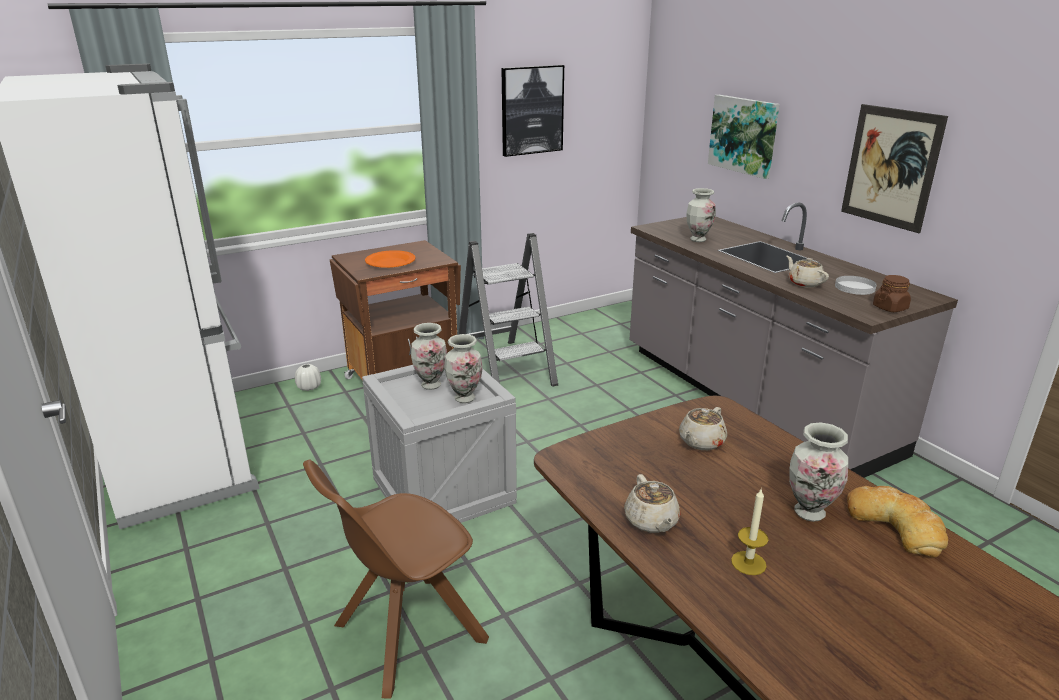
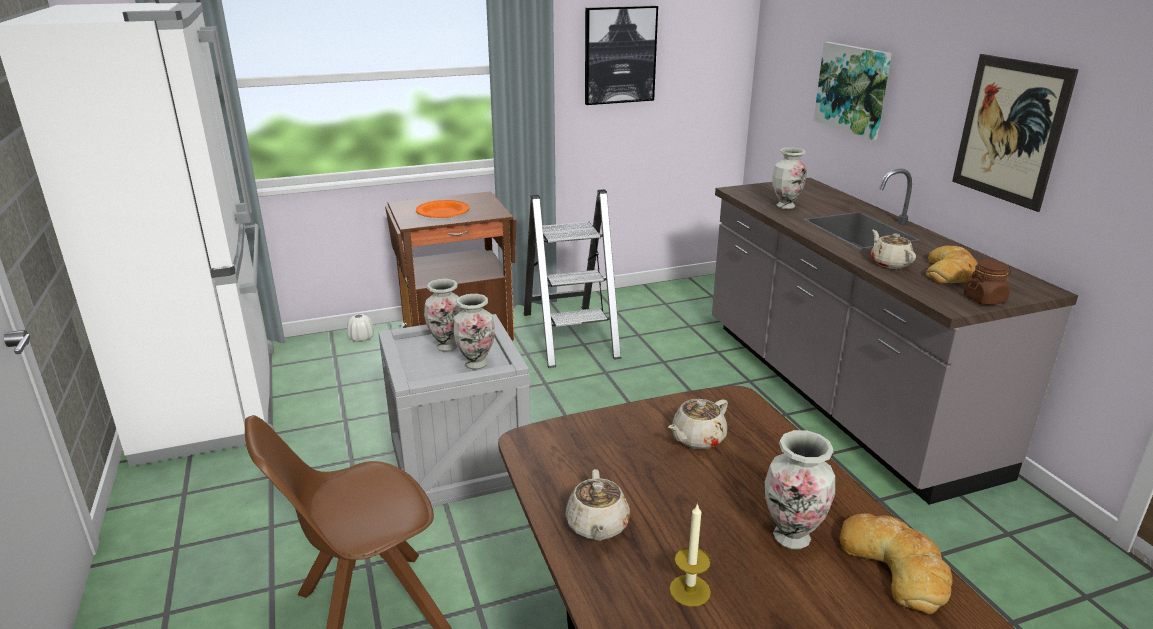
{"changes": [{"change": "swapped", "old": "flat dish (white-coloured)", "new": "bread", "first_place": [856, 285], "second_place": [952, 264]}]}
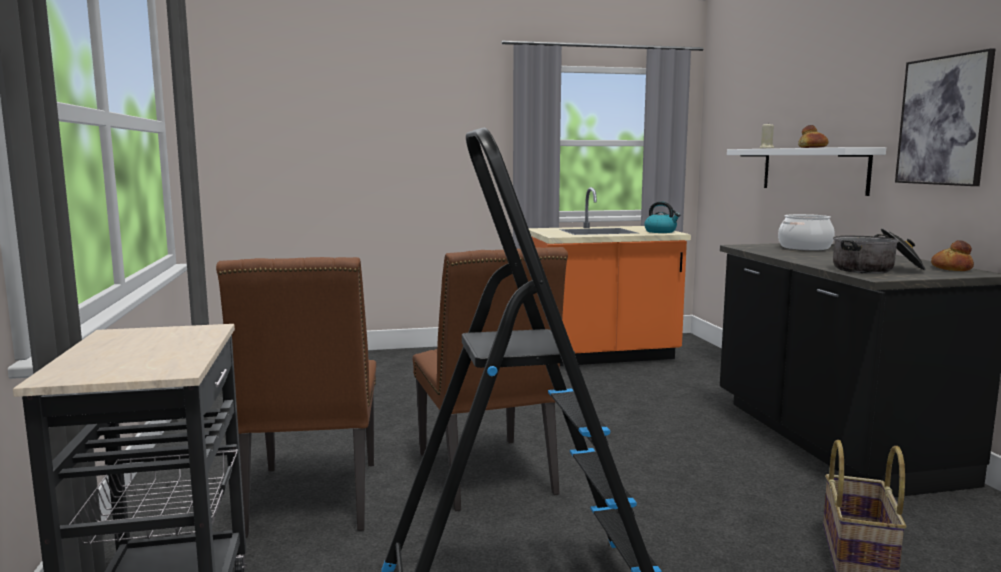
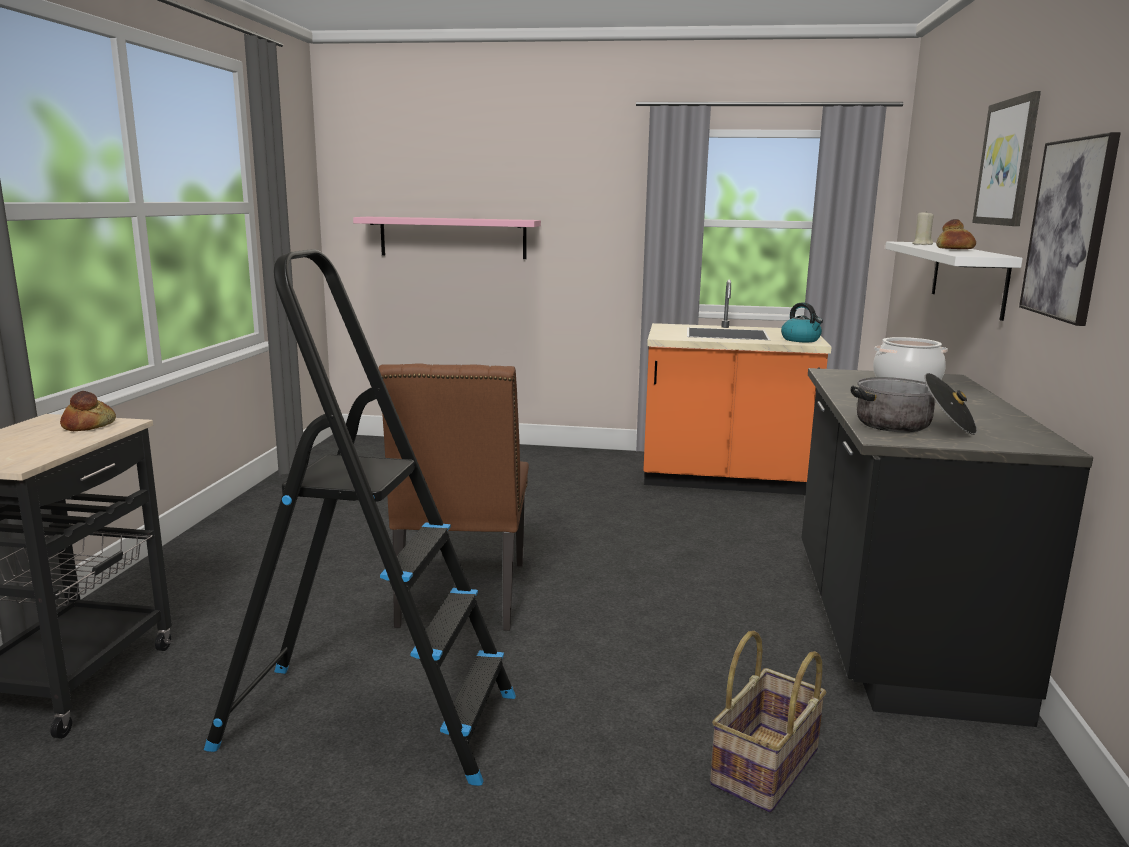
{"changes": [{"change": "shifted", "old": "bread", "first_place": [952, 255], "second_place": [88, 411]}, {"change": "new", "new": "shelf (pinkish)", "second_place": [447, 238]}, {"change": "new", "new": "picture", "second_place": [1006, 158]}, {"change": "gone", "old": "plain chair (brownish)", "first_place": [296, 397]}]}
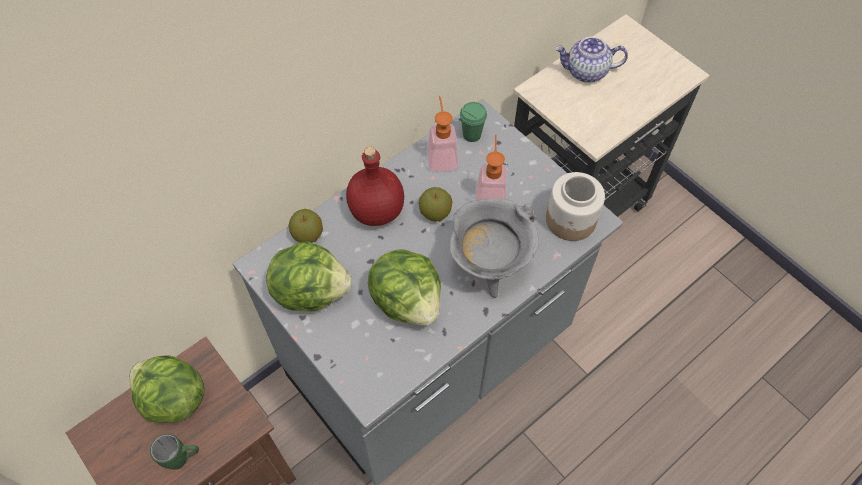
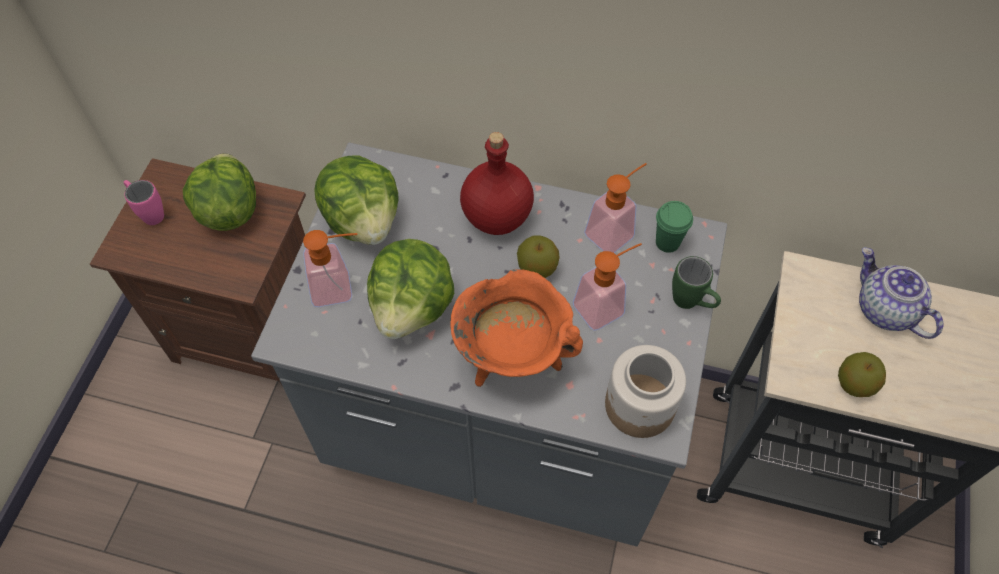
{"changes": [{"change": "new", "new": "coffee mug (pinkish)", "second_place": [144, 202]}, {"change": "new", "new": "liquid soap bottle", "second_place": [330, 268]}, {"change": "repainted", "old": "saucepot (gray)", "new": "saucepot (orange)", "first_place": [494, 248], "second_place": [516, 328]}, {"change": "shifted", "old": "coffee mug (green)", "first_place": [174, 452], "second_place": [696, 282]}, {"change": "shifted", "old": "apple fruit", "first_place": [305, 226], "second_place": [862, 374]}]}
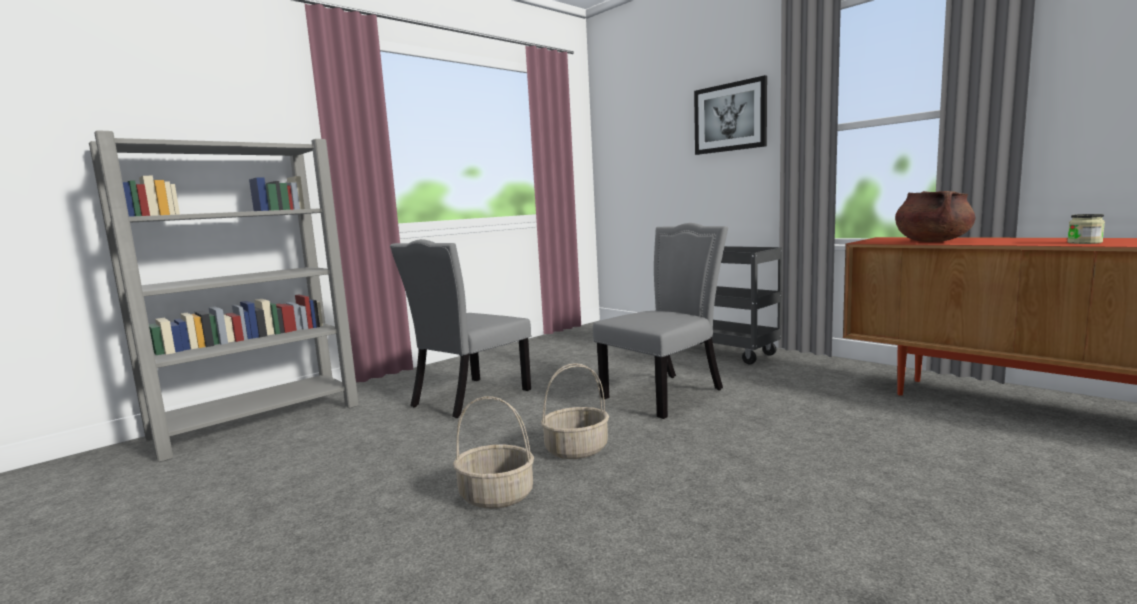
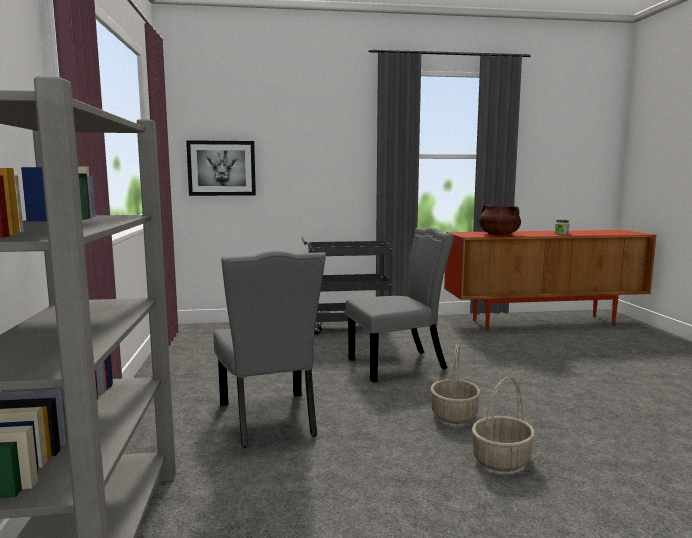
{"changes": [{"change": "shifted", "old": "picture", "first_place": [730, 115], "second_place": [221, 168]}, {"change": "rotated", "old": "plain chair (gray)", "first_place": [660, 321], "second_place": [399, 305], "degrees": 75}]}
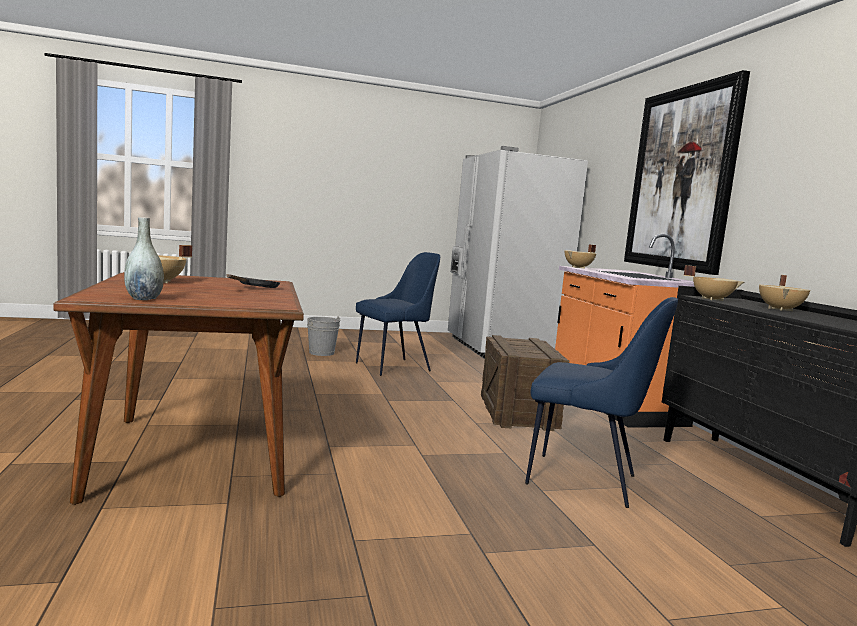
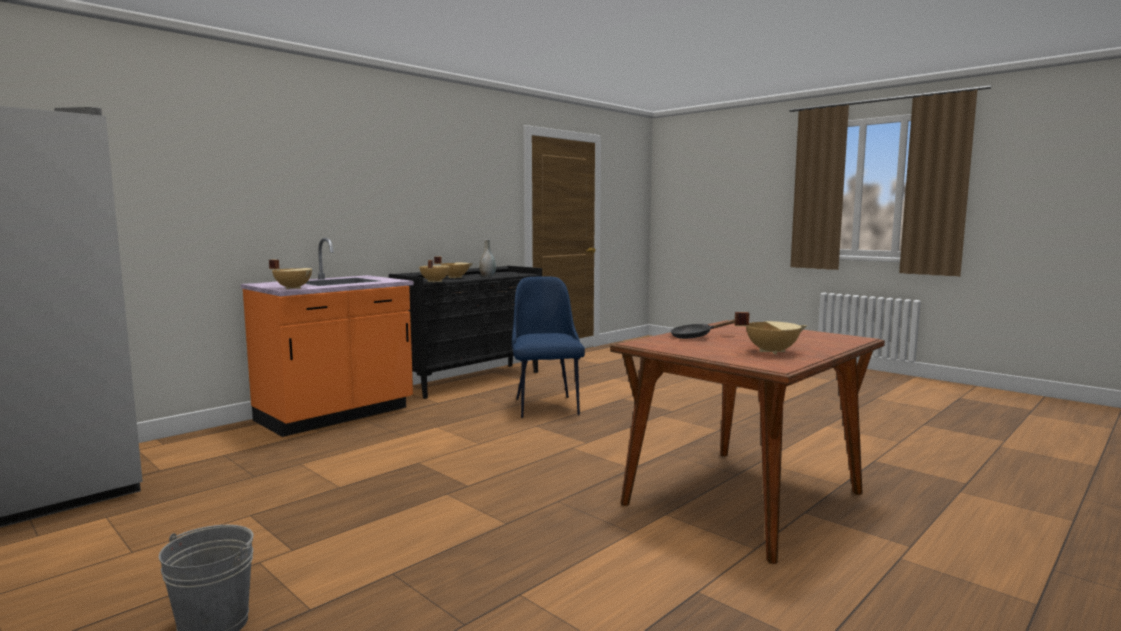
{"changes": [{"change": "shifted", "old": "flower vase (gray)", "first_place": [144, 258], "second_place": [487, 258]}, {"change": "gone", "old": "plain chair (blue)", "first_place": [398, 314]}, {"change": "gone", "old": "packing crate", "first_place": [525, 383]}, {"change": "gone", "old": "picture", "first_place": [687, 172]}]}
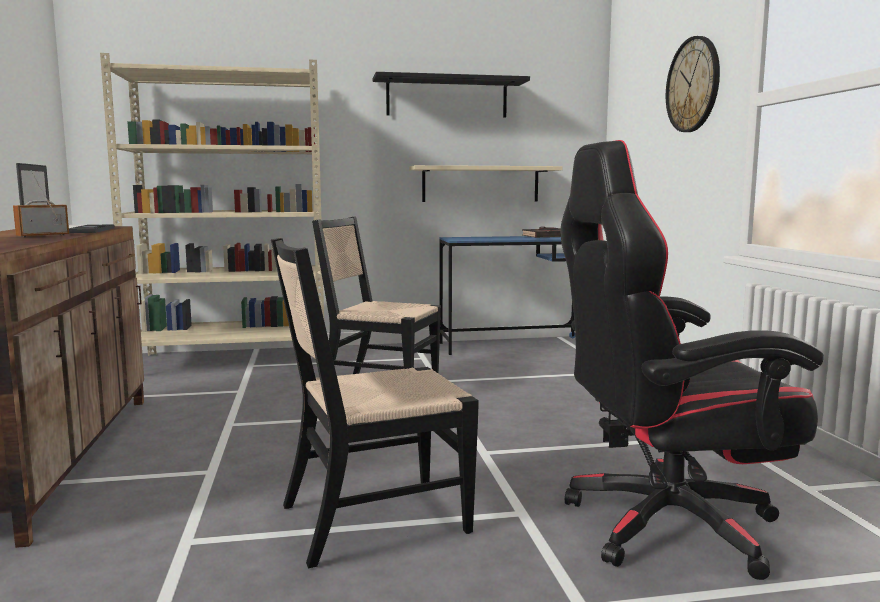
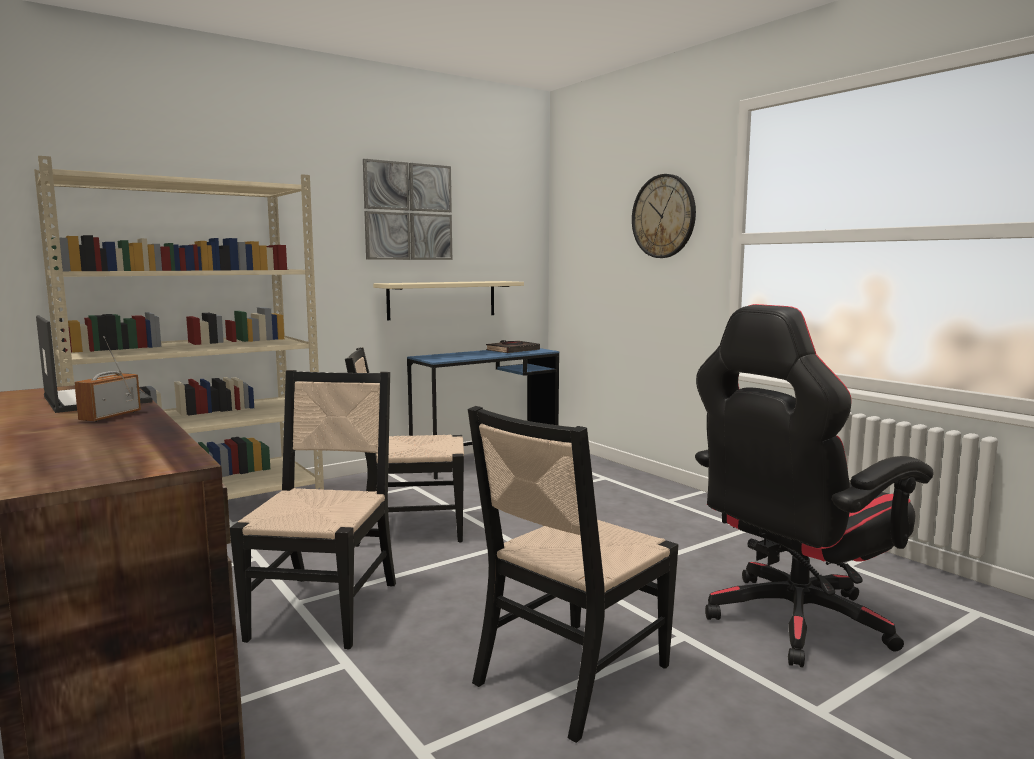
{"changes": [{"change": "new", "new": "plain chair", "second_place": [313, 509]}, {"change": "swapped", "old": "shelf (blackish)", "new": "picture", "first_place": [451, 95], "second_place": [407, 209]}]}
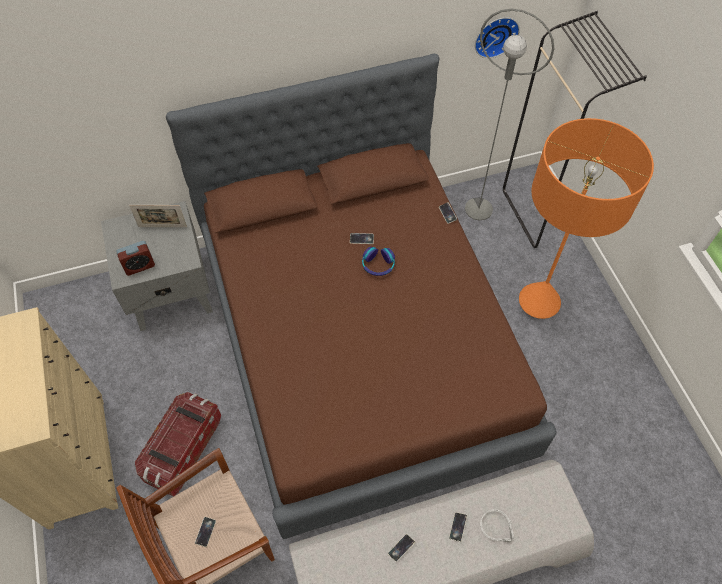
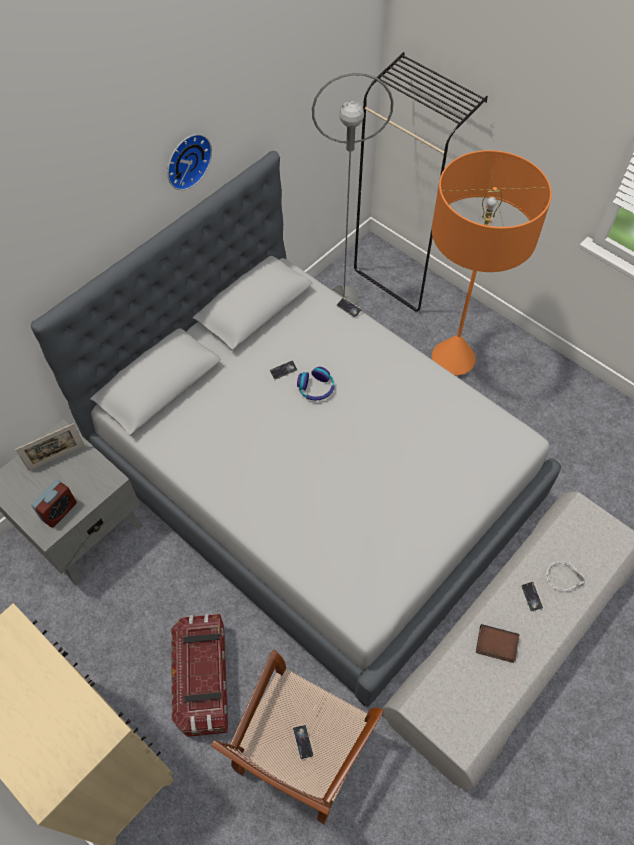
{"changes": [{"change": "repainted", "old": "bed (brownish)", "new": "bed (gray)", "first_place": [361, 296], "second_place": [296, 429]}, {"change": "shifted", "old": "wall clock", "first_place": [497, 37], "second_place": [189, 162]}, {"change": "swapped", "old": "handset", "new": "volume", "first_place": [401, 548], "second_place": [497, 643]}]}
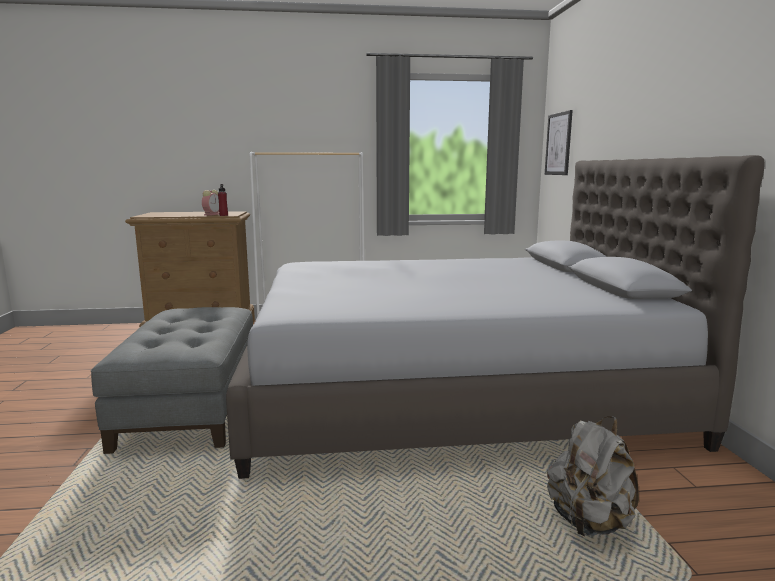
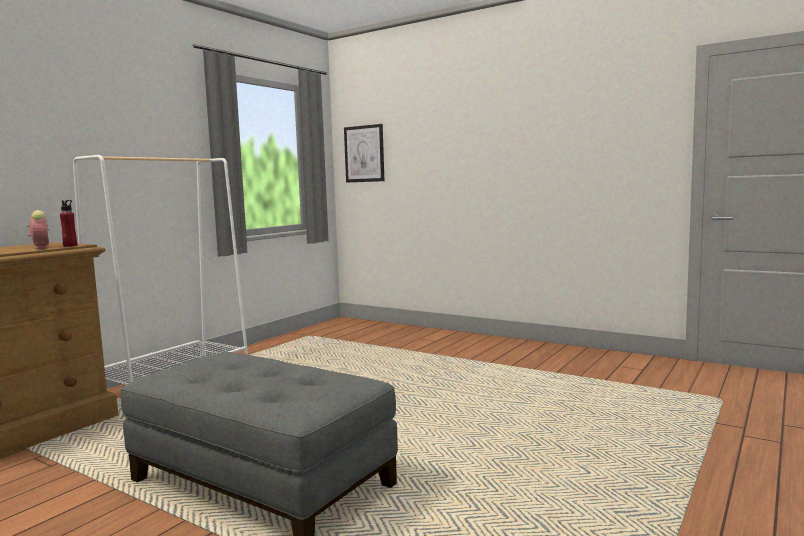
{"changes": [{"change": "gone", "old": "bed (gray)", "first_place": [495, 317]}, {"change": "gone", "old": "knapsack (gray)", "first_place": [593, 476]}]}
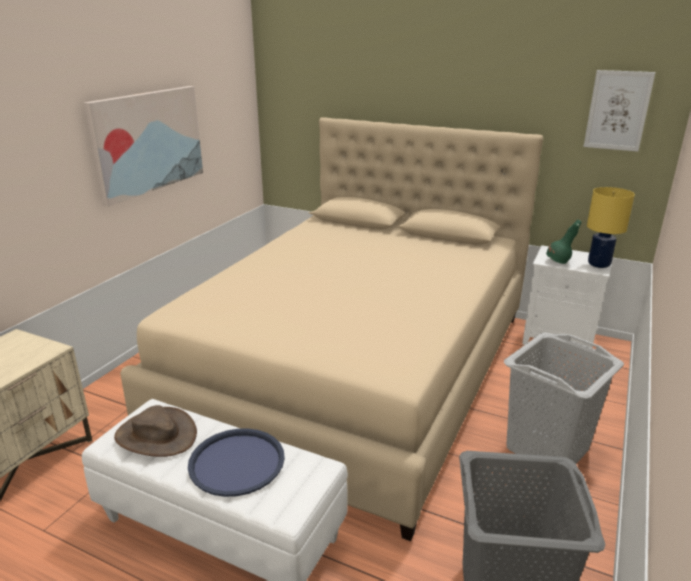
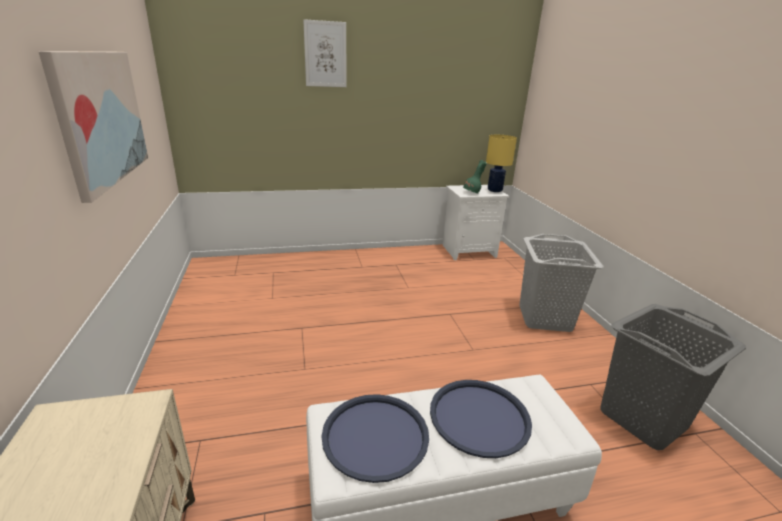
{"changes": [{"change": "shifted", "old": "picture", "first_place": [619, 111], "second_place": [324, 53]}, {"change": "swapped", "old": "clothing hat (brownish)", "new": "tray (blue)", "first_place": [155, 431], "second_place": [375, 438]}, {"change": "gone", "old": "bed (beige)", "first_place": [331, 329]}]}
